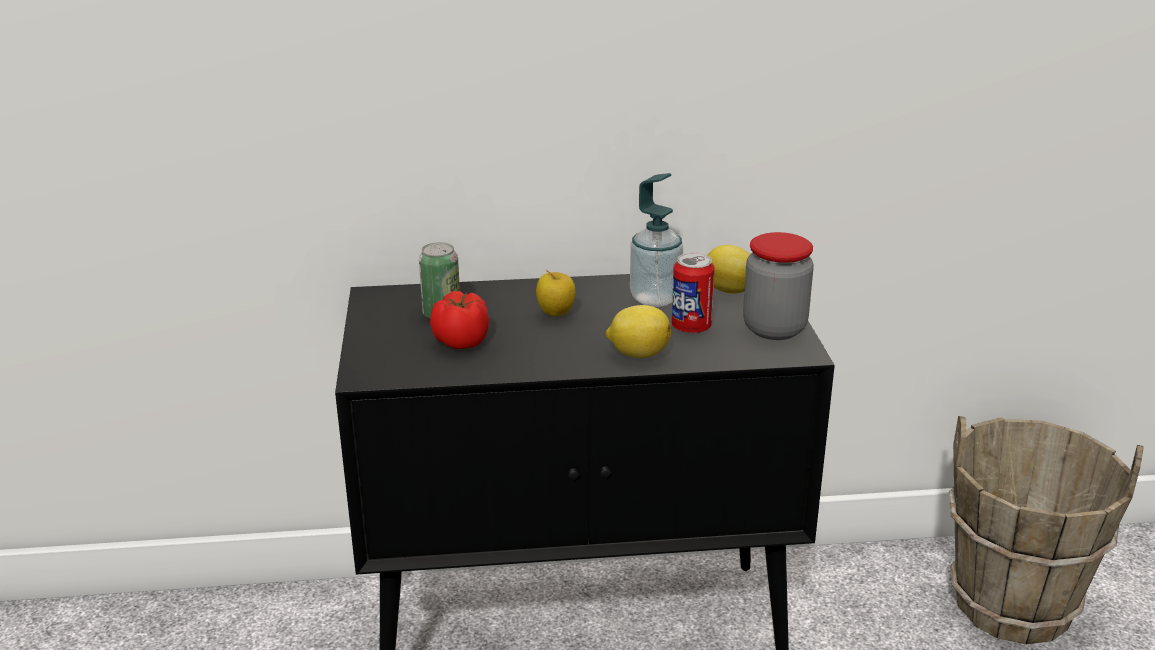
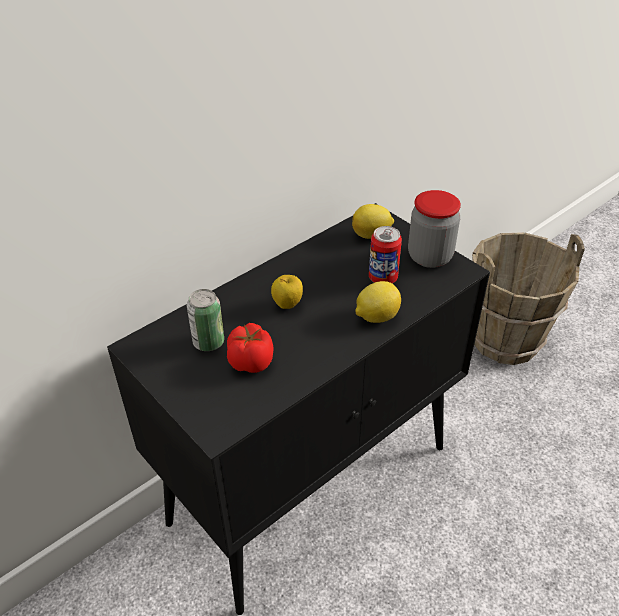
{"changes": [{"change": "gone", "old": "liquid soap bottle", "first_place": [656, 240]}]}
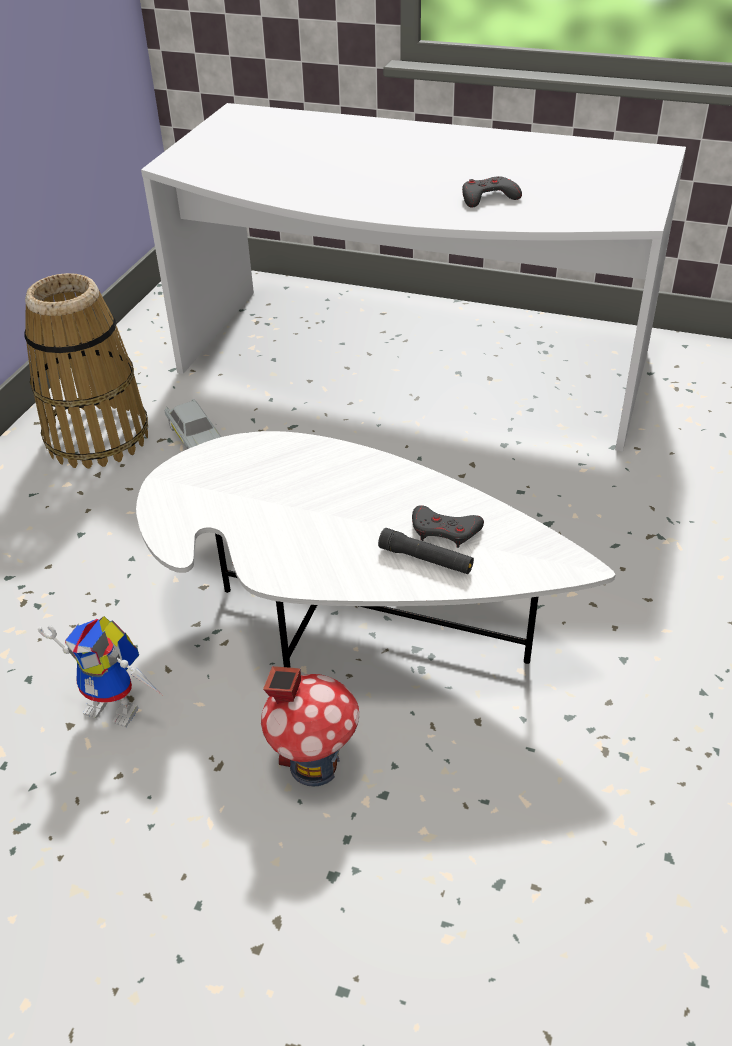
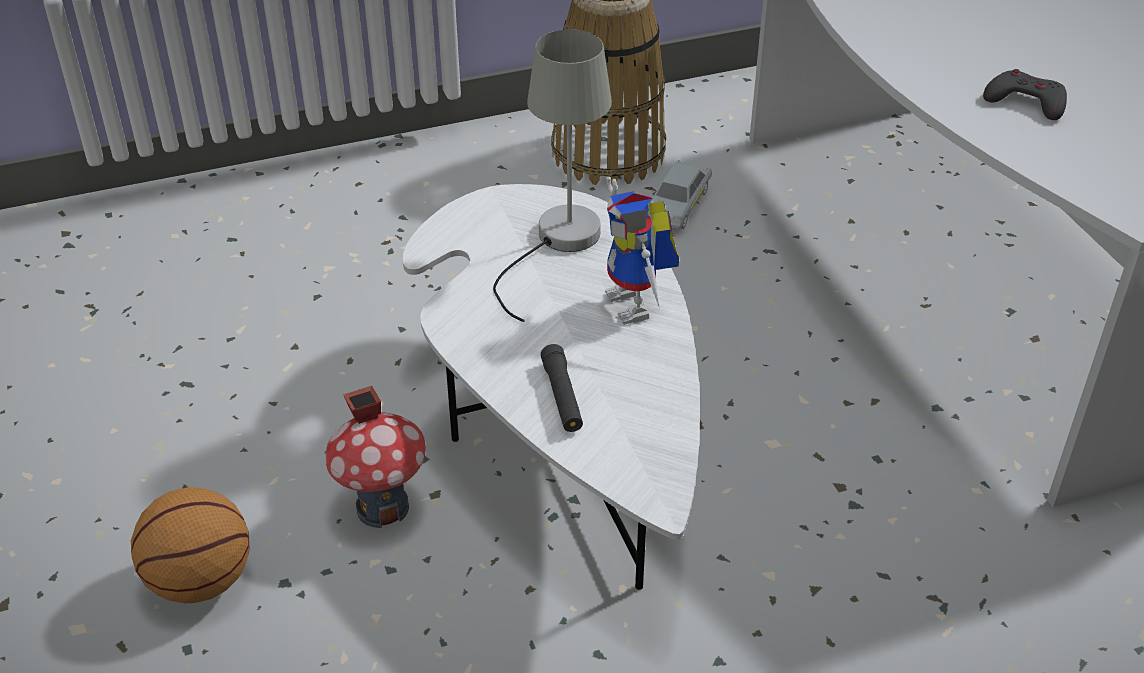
{"changes": [{"change": "new", "new": "basketball", "second_place": [190, 545]}, {"change": "new", "new": "table lamp (gray)", "second_place": [552, 175]}, {"change": "shifted", "old": "toy robot", "first_place": [99, 671], "second_place": [642, 251]}, {"change": "gone", "old": "joypad (gray)", "first_place": [448, 526]}]}
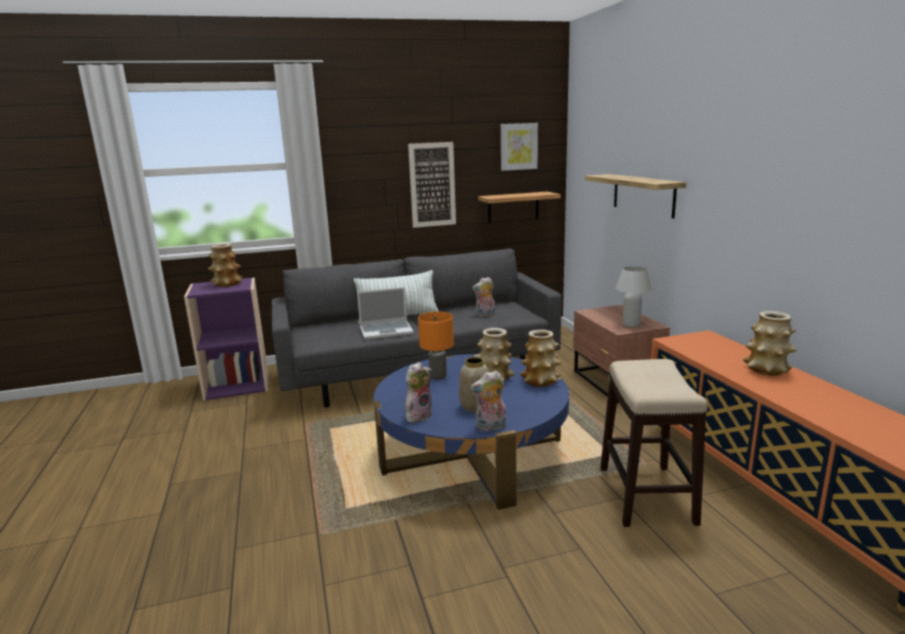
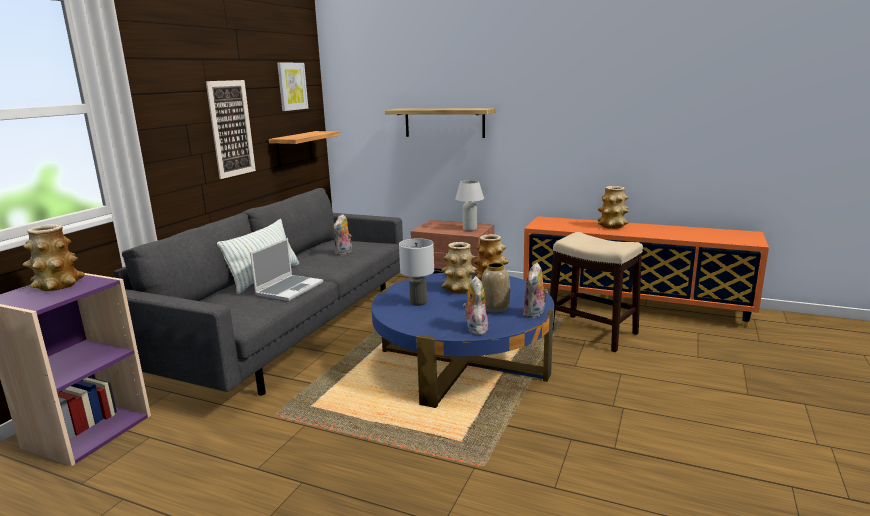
{"changes": [{"change": "repainted", "old": "table lamp (orange)", "new": "table lamp (white-coloured)", "first_place": [436, 346], "second_place": [416, 272]}]}
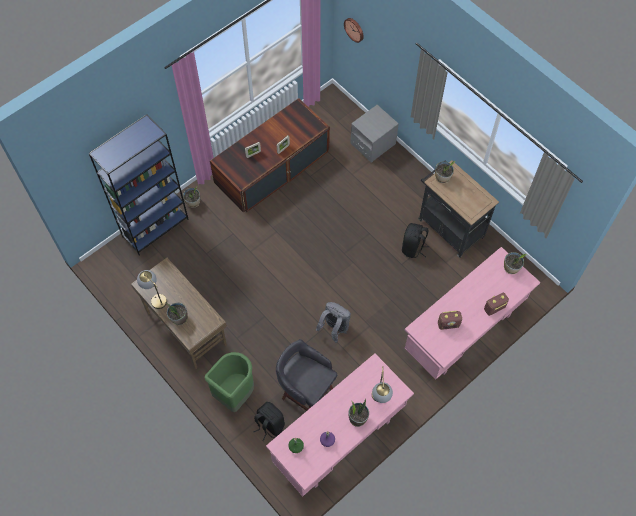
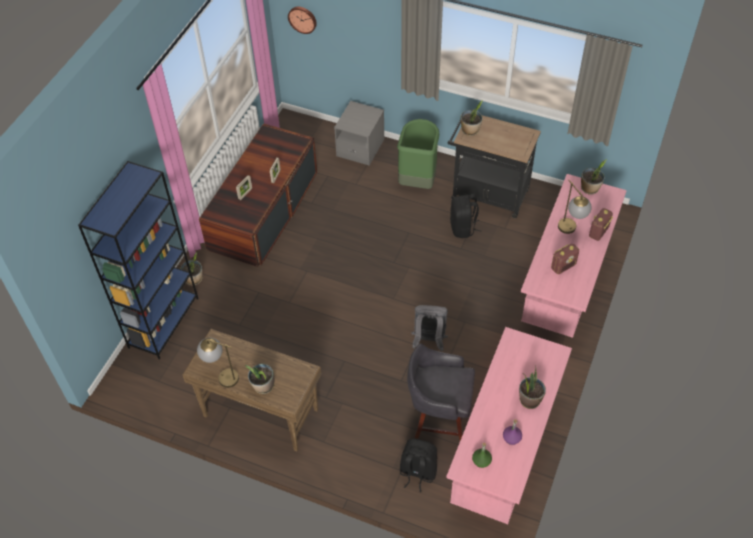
{"changes": [{"change": "shifted", "old": "trash can (green)", "first_place": [229, 382], "second_place": [418, 154]}, {"change": "shifted", "old": "table lamp", "first_place": [382, 384], "second_place": [575, 207]}]}
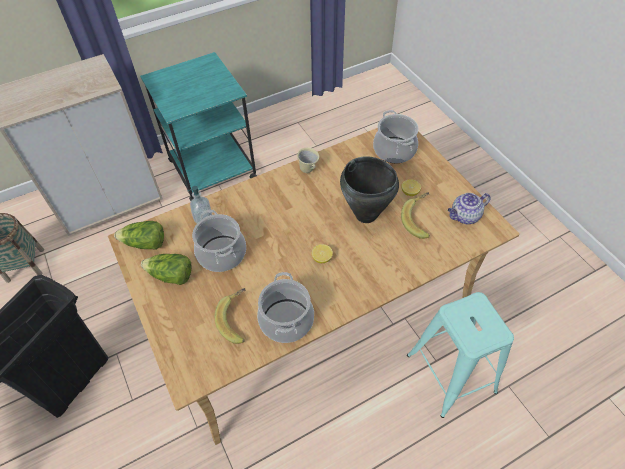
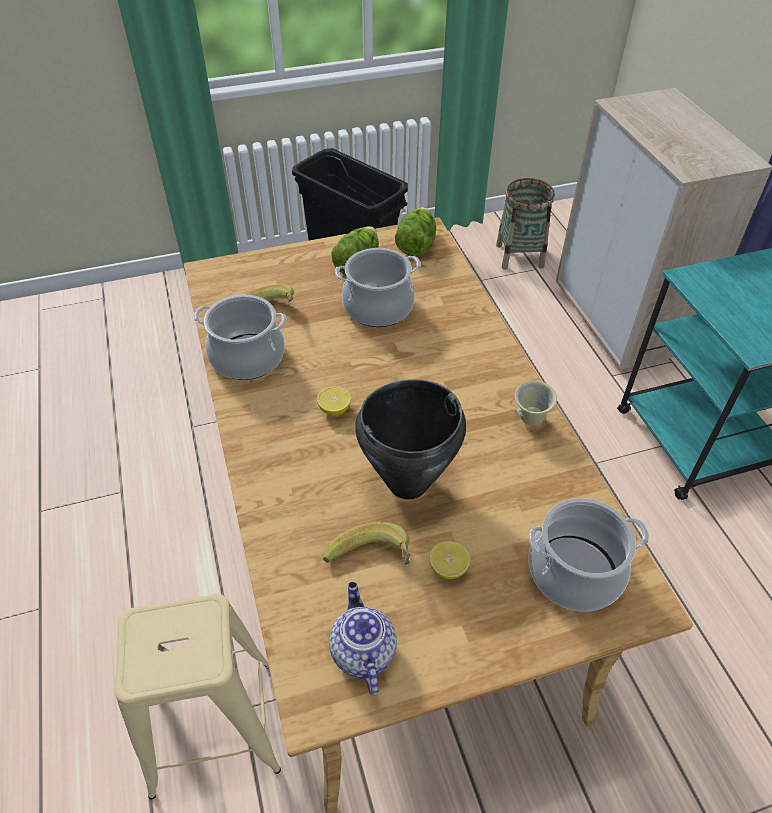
{"changes": [{"change": "repainted", "old": "stool (blue-green)", "new": "stool (beige)", "first_place": [460, 355], "second_place": [197, 696]}, {"change": "gone", "old": "liquid soap bottle", "first_place": [200, 204]}]}
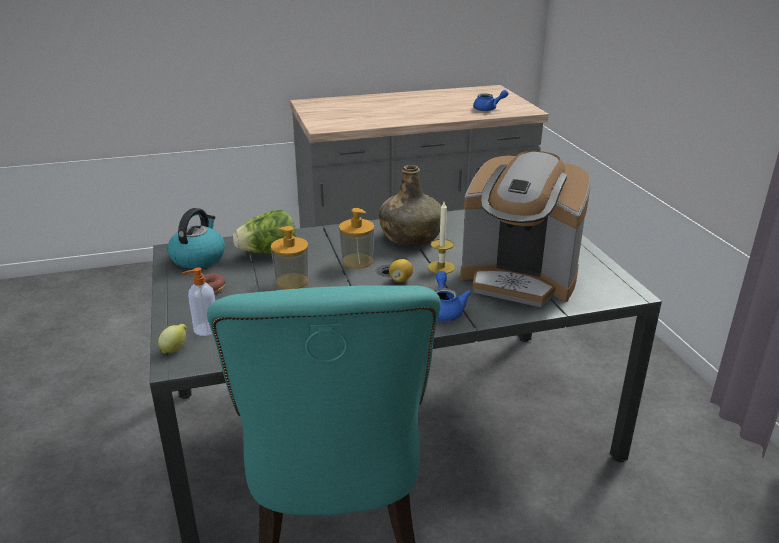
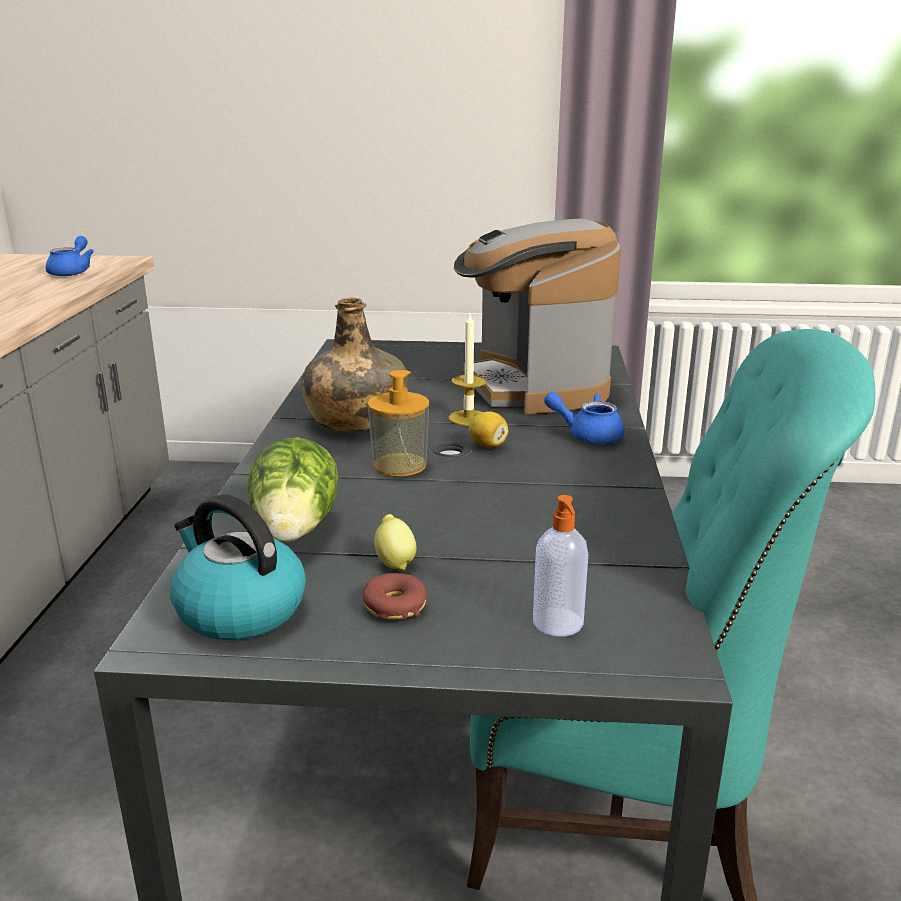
{"changes": [{"change": "shifted", "old": "lemon", "first_place": [172, 339], "second_place": [395, 542]}, {"change": "rotated", "old": "coffee maker", "first_place": [526, 229], "second_place": [537, 316], "degrees": 120}, {"change": "gone", "old": "liquid soap bottle", "first_place": [289, 257]}]}
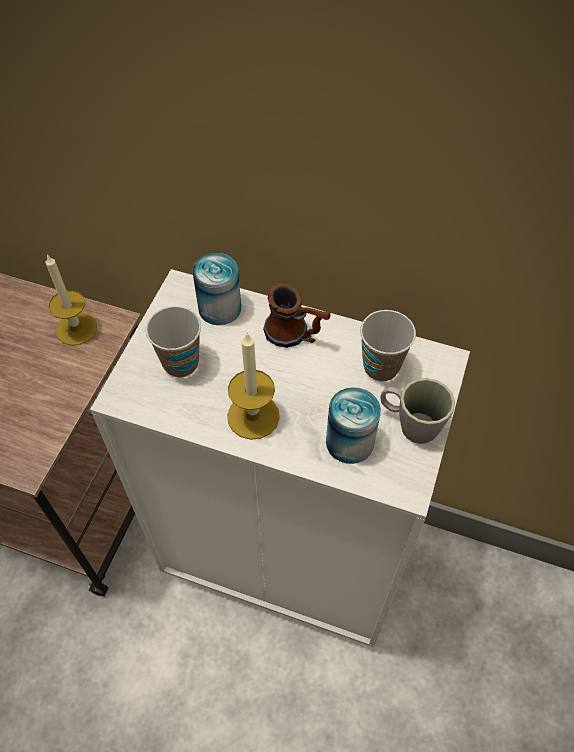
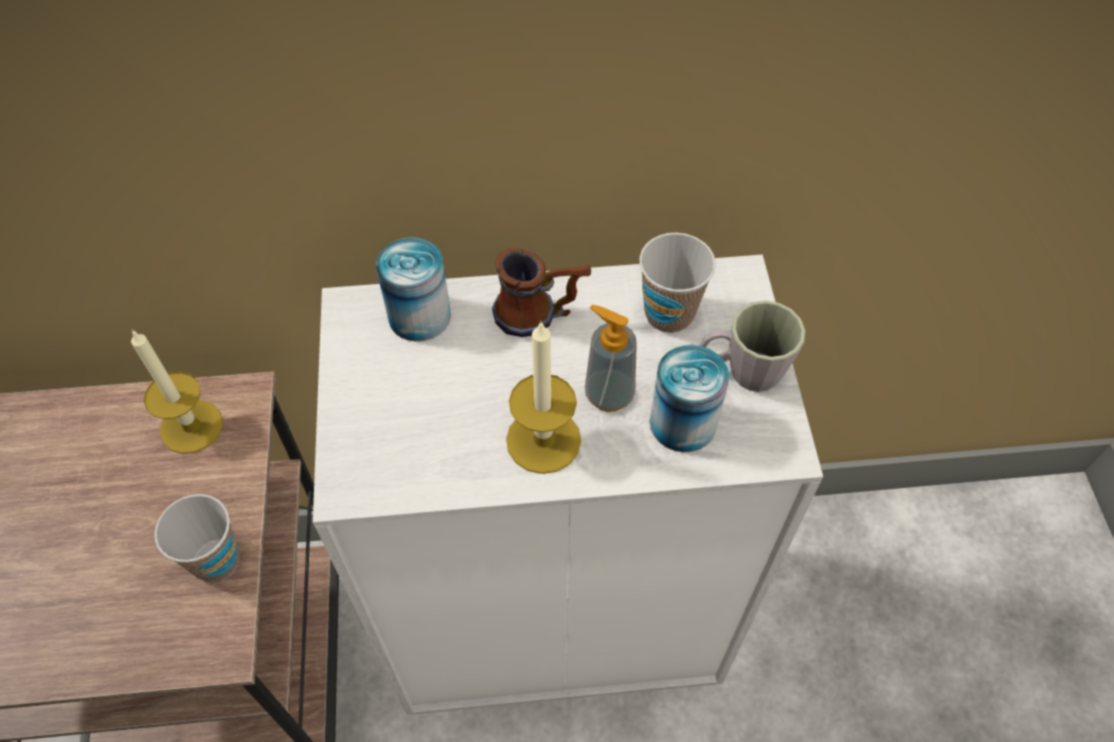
{"changes": [{"change": "shifted", "old": "small cup", "first_place": [173, 342], "second_place": [197, 538]}, {"change": "new", "new": "liquid soap bottle", "second_place": [611, 358]}]}
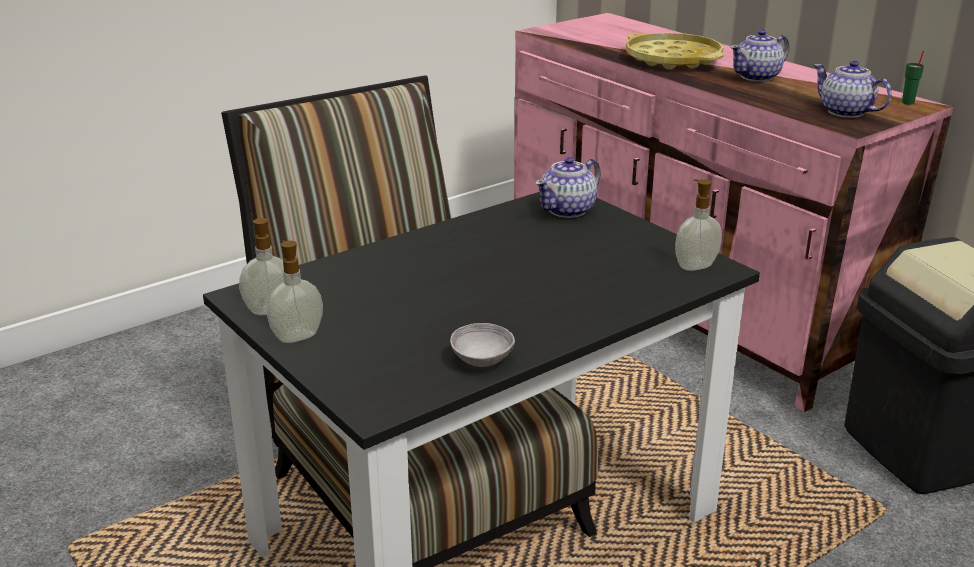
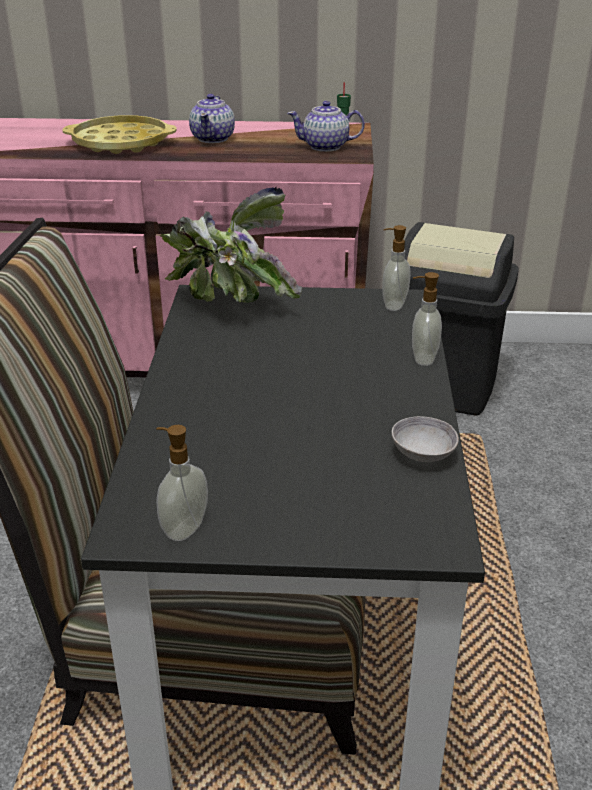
{"changes": [{"change": "swapped", "old": "tea pot", "new": "houseplant", "first_place": [568, 187], "second_place": [231, 245]}, {"change": "shifted", "old": "liquid soap bottle", "first_place": [295, 291], "second_place": [427, 319]}]}
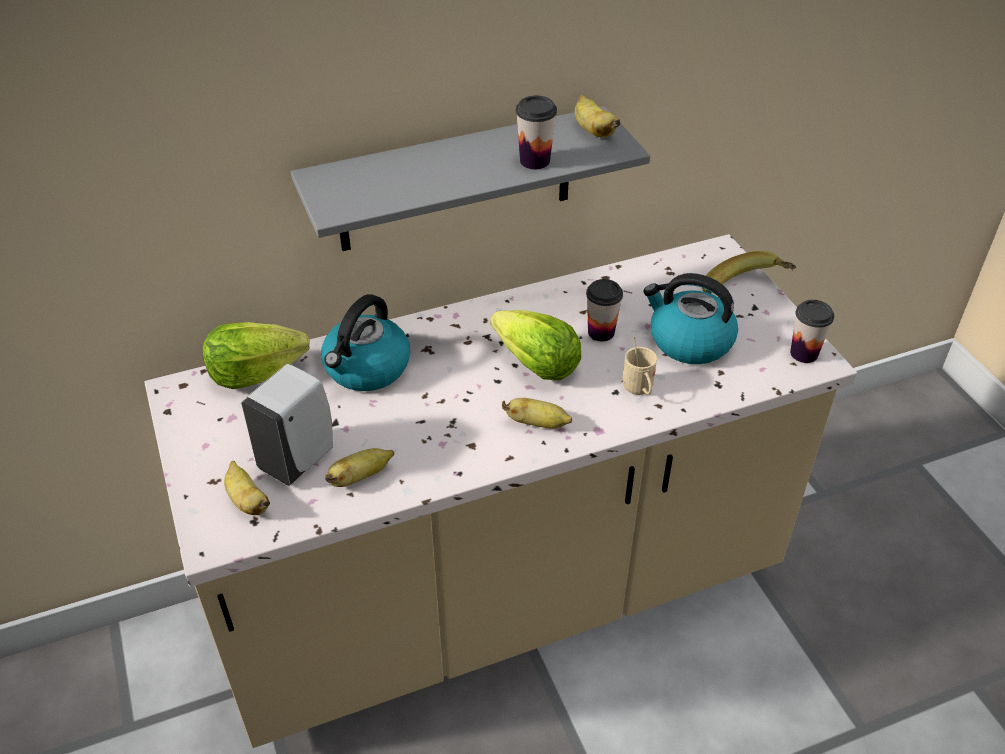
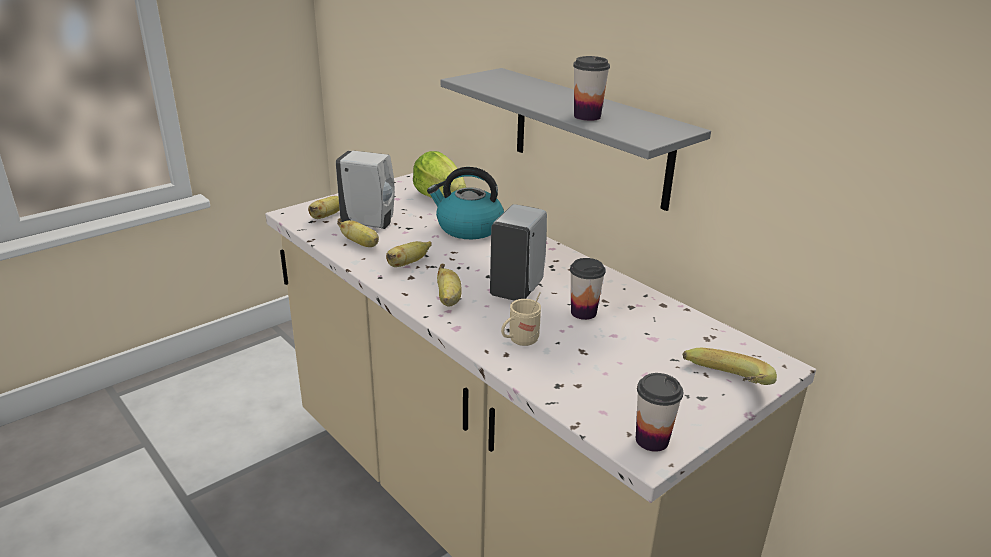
{"changes": [{"change": "shifted", "old": "banana", "first_place": [598, 116], "second_place": [409, 254]}, {"change": "swapped", "old": "lettuce head", "new": "liquid soap bottle (white-coloured)", "first_place": [536, 345], "second_place": [518, 252]}, {"change": "gone", "old": "water kettle", "first_place": [691, 318]}]}
